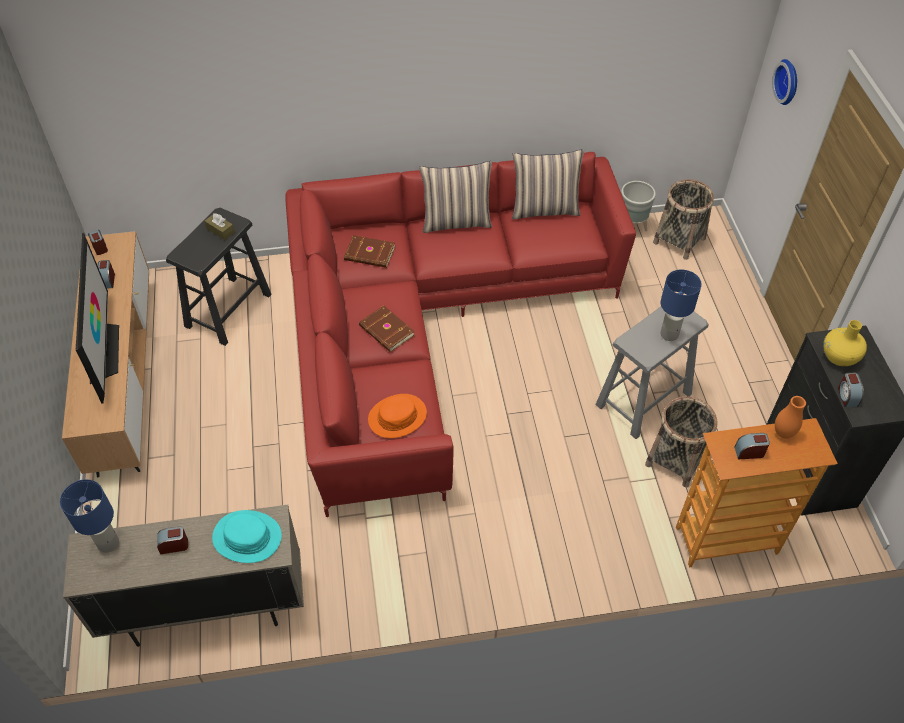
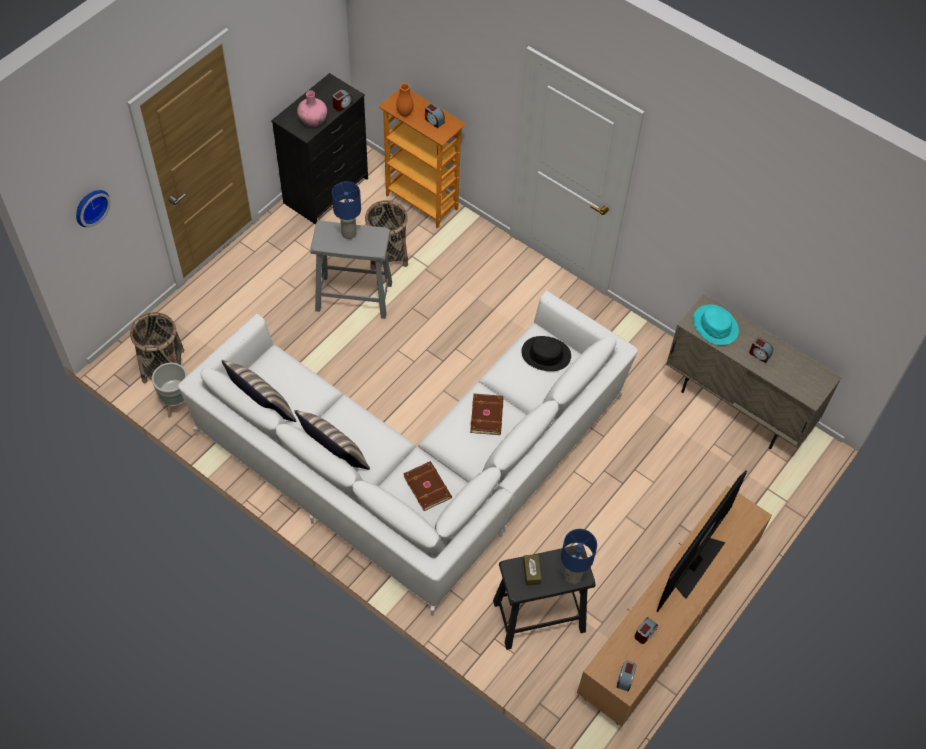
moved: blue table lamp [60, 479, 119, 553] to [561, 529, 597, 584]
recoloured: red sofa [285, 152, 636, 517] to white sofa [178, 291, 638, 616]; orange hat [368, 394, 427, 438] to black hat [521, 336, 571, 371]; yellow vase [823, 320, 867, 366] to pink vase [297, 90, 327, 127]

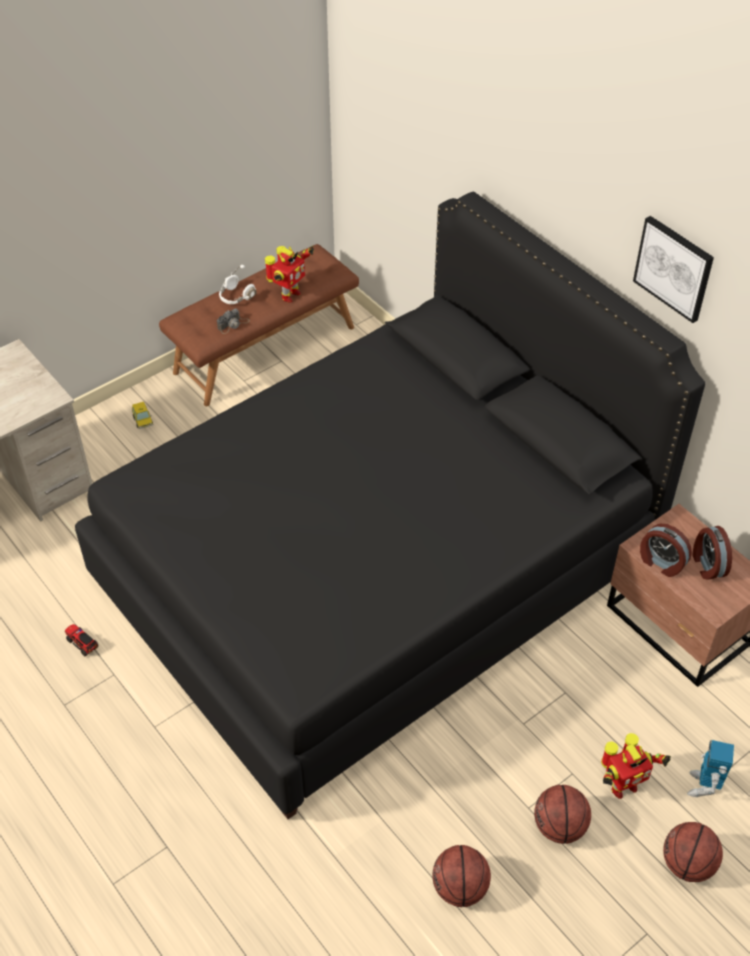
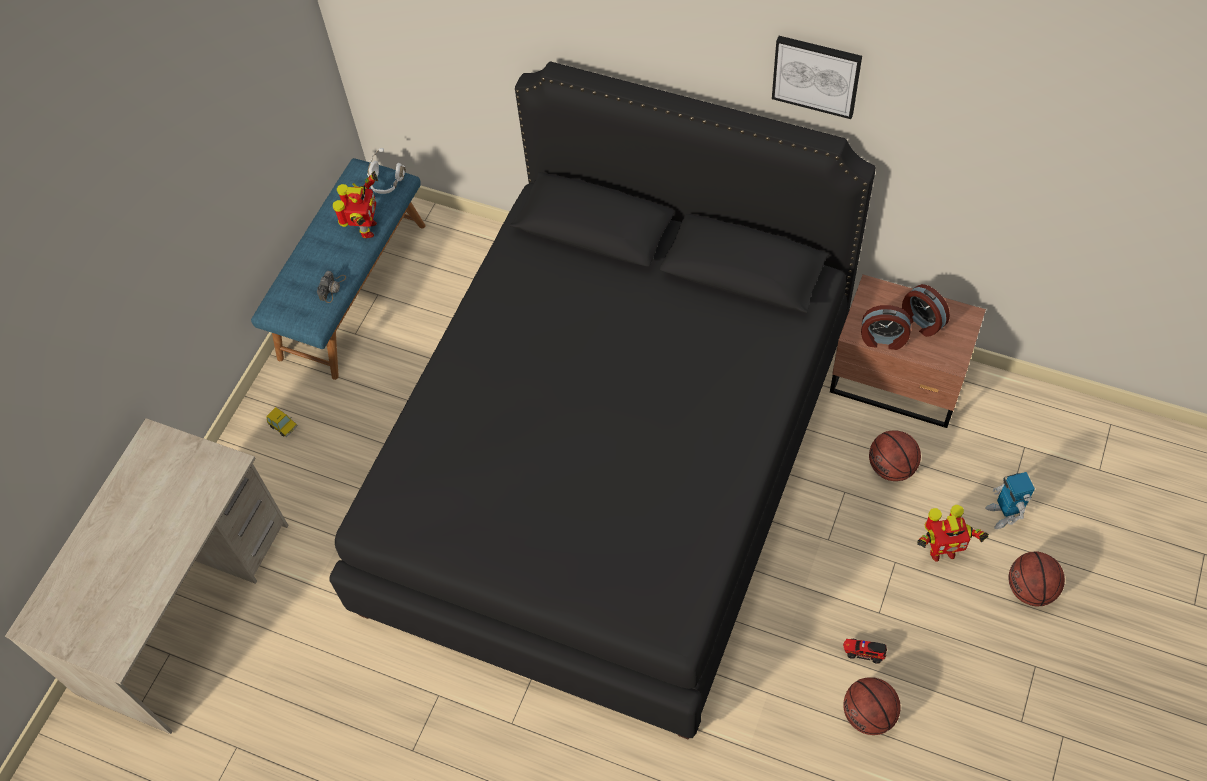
moved: toy truck [65, 624, 99, 657] to [843, 639, 887, 664]; white headphones [219, 265, 256, 304] to [367, 148, 406, 194]; basketball [534, 785, 591, 844] to [869, 431, 921, 481]
recoloured: brown bench [159, 244, 359, 406] to blue bench [251, 158, 425, 380]
turned: toy robot [601, 733, 671, 799] = [917, 505, 989, 562] 45 degrees clockwise

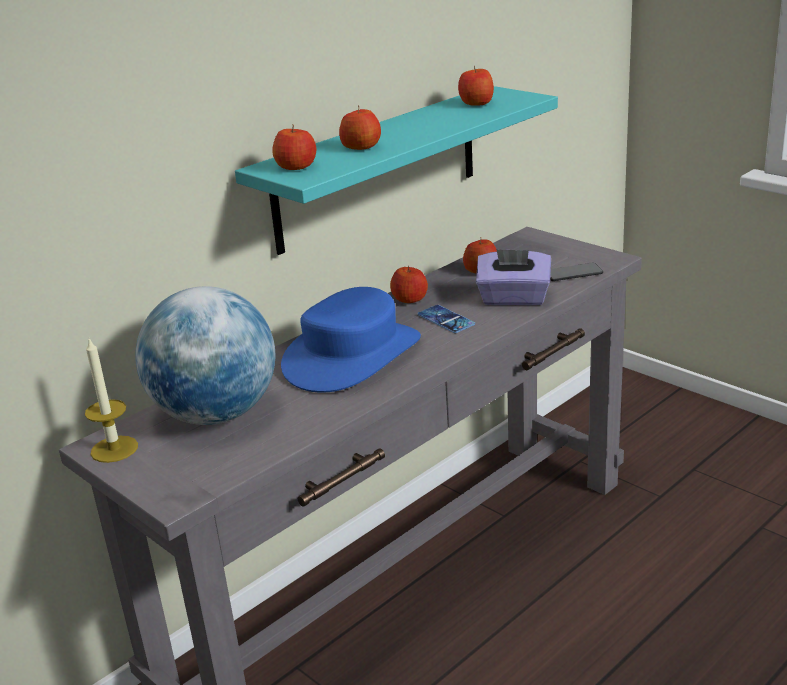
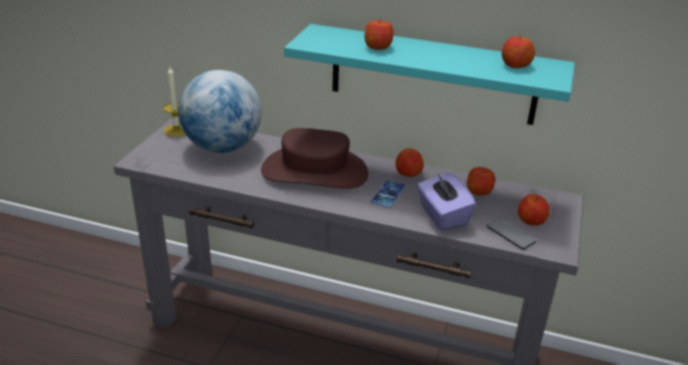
moved: apple [272, 125, 316, 170] to [518, 194, 550, 226]
recoloured: blue hat [281, 287, 421, 393] to brown hat [261, 128, 368, 189]

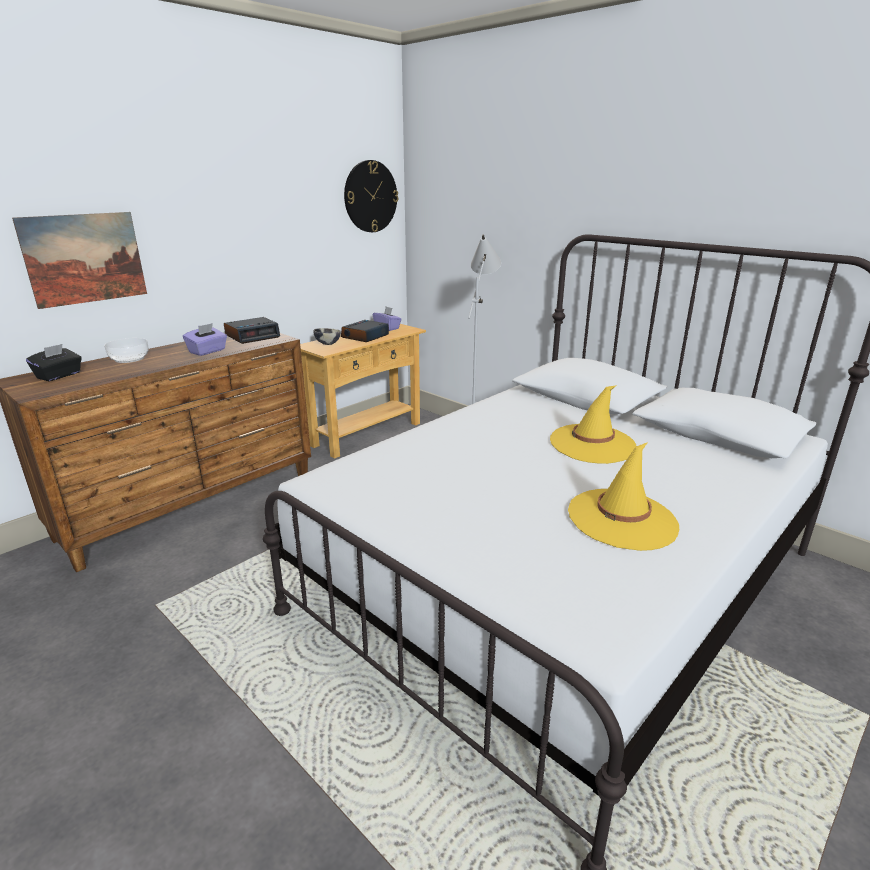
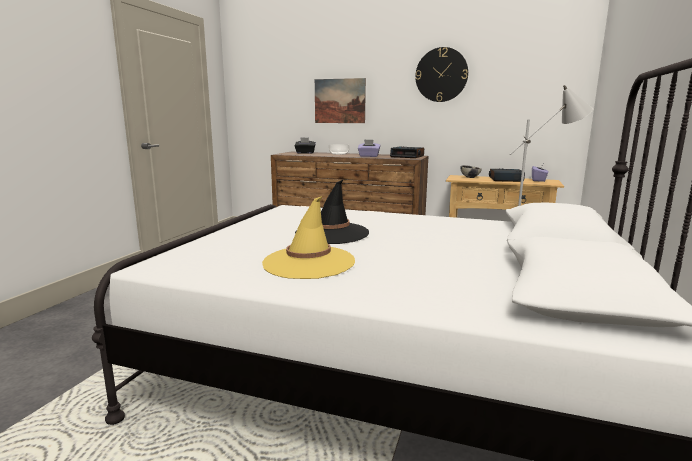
removed: yellow hat [550, 385, 636, 464]
added: black hat [295, 180, 369, 244]
moved: wall clock [344, 160, 399, 232] to [415, 47, 468, 102]

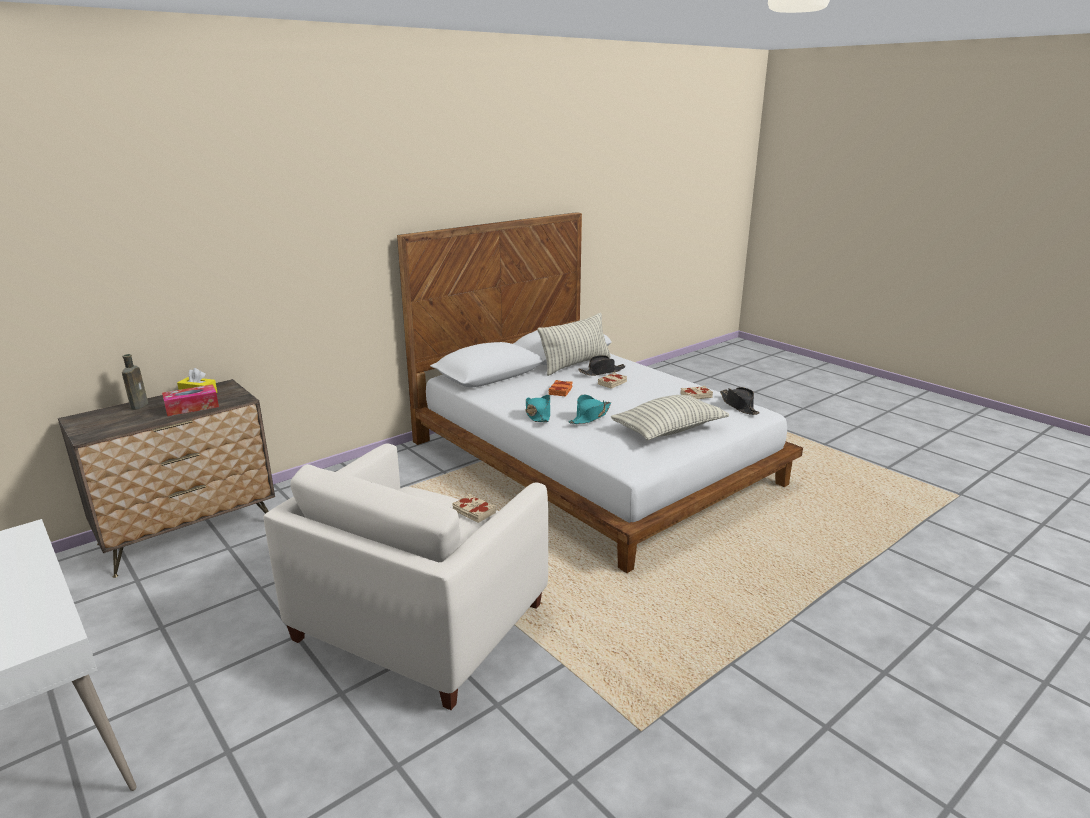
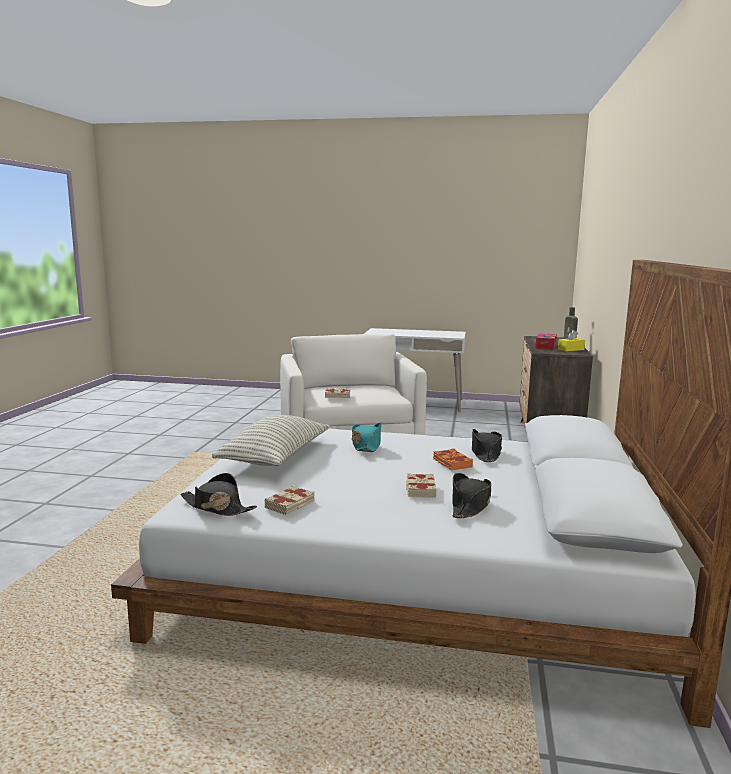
removed: turquoise hat [525, 395, 550, 422]; pillow [538, 313, 611, 376]
added: black hat [472, 429, 502, 462]

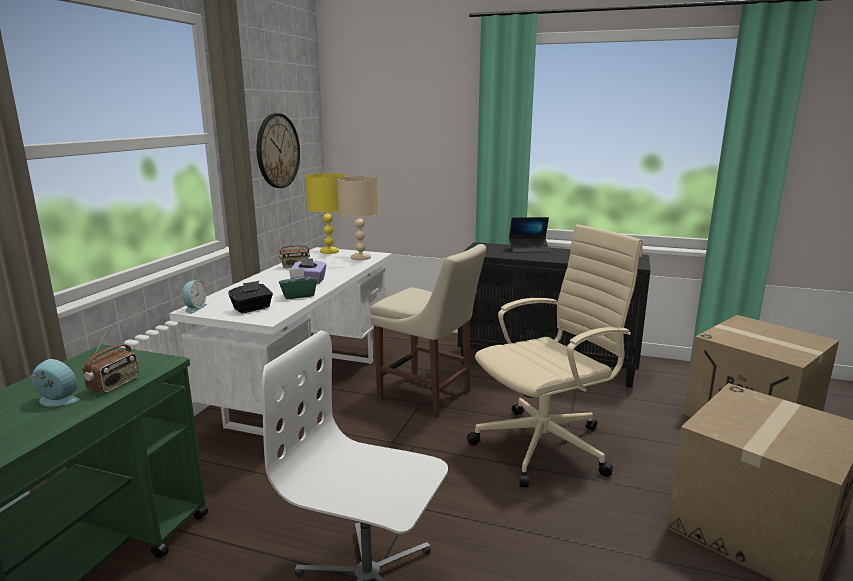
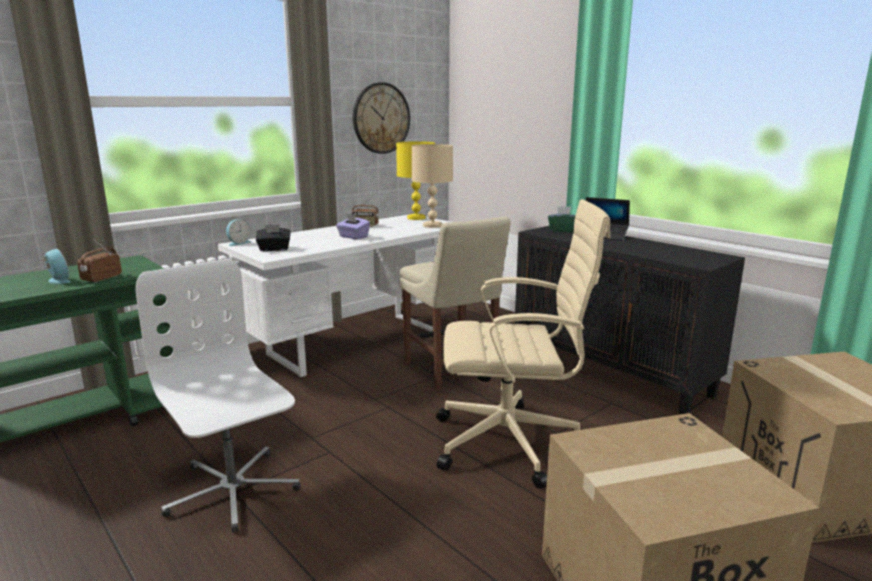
moved: green tissue box [279, 268, 317, 299] to [548, 206, 575, 232]
turned: radio [82, 331, 139, 393] = [77, 240, 122, 283] 150 degrees clockwise

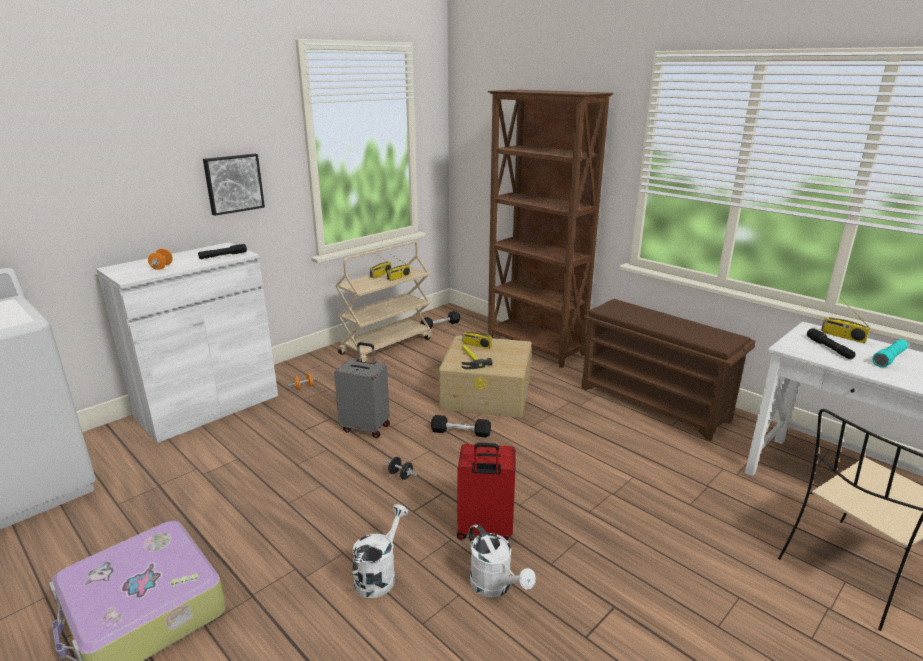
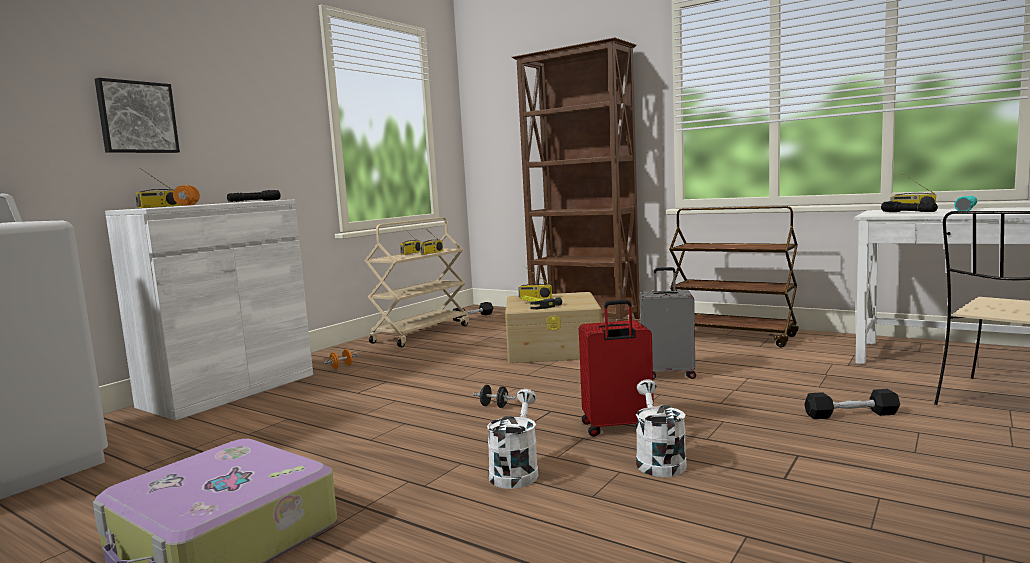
added: radio [135, 168, 180, 208]
moved: picture [203, 154, 265, 216] to [95, 78, 180, 153]; grey suitcase [334, 342, 390, 438] to [640, 267, 696, 379]; black dumbbell [431, 415, 491, 437] to [804, 389, 900, 419]
replaced: brown shoe rack [581, 299, 756, 441] to brown cart [669, 206, 798, 348]
turned: white watering can [469, 524, 536, 597] = [636, 379, 687, 477] 135 degrees counterclockwise

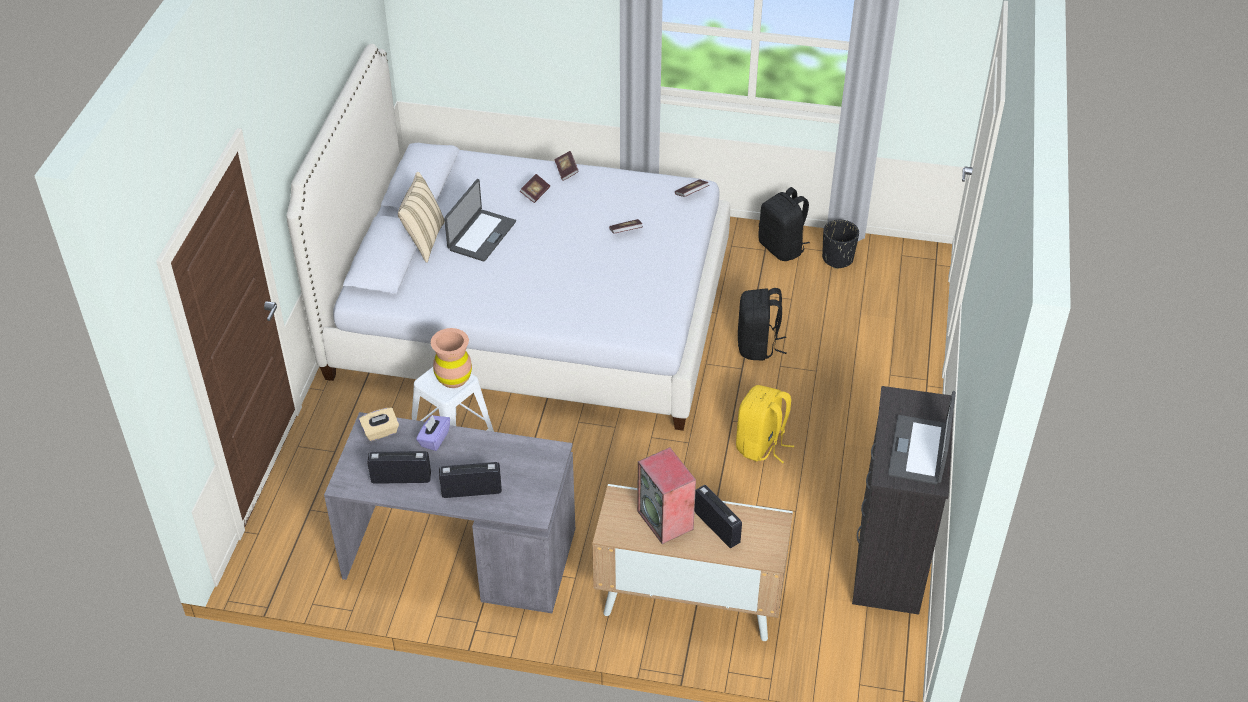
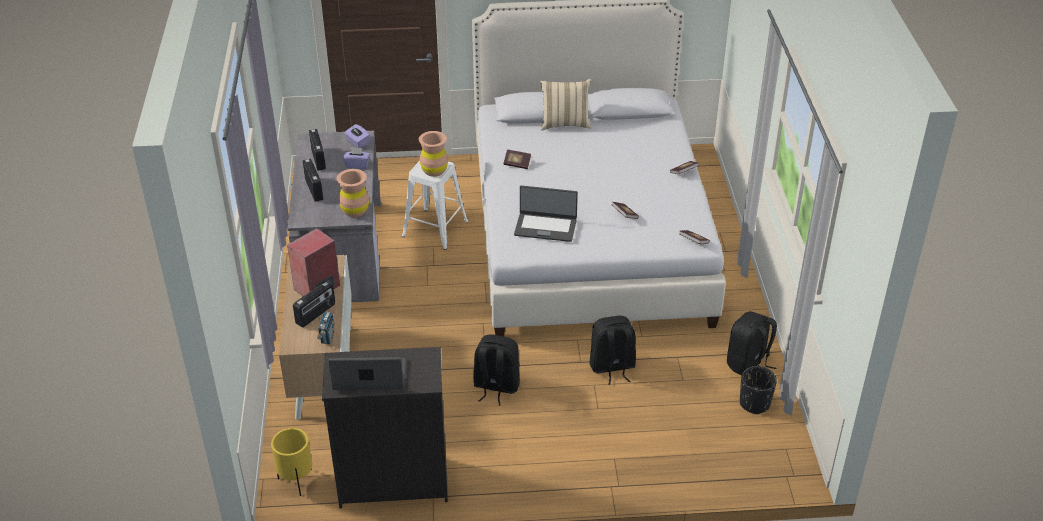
added: yellow planter [271, 428, 312, 496]; radio [317, 312, 335, 344]; brown vase [337, 169, 369, 217]
moved: laptop [444, 179, 516, 262] to [514, 185, 578, 242]; book [520, 174, 550, 203] to [503, 150, 531, 169]
recoloured: beige tissue box [359, 408, 399, 441] to purple tissue box [344, 124, 370, 148]; yellow backpack [736, 385, 794, 463] to black backpack [473, 334, 520, 405]

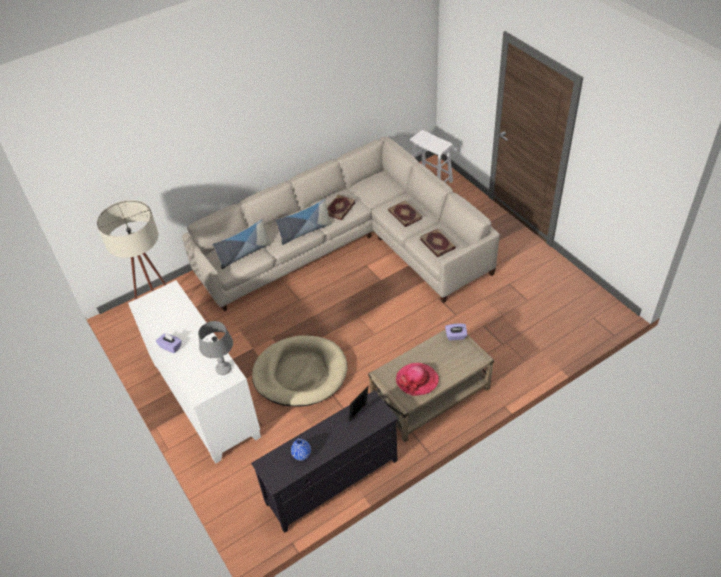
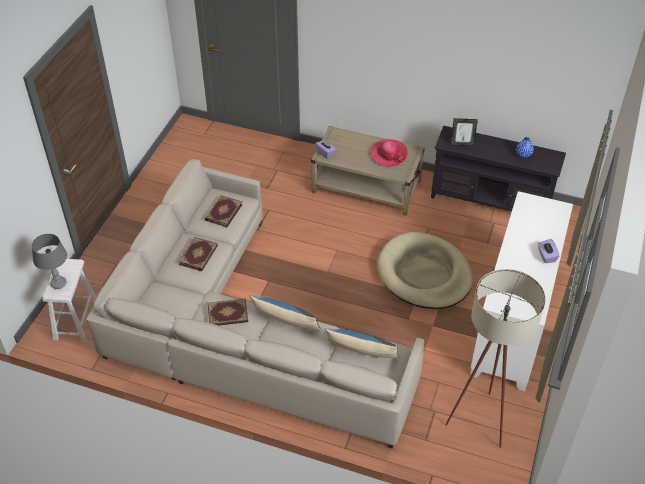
moved: grey table lamp [198, 321, 233, 375] to [32, 234, 67, 289]

